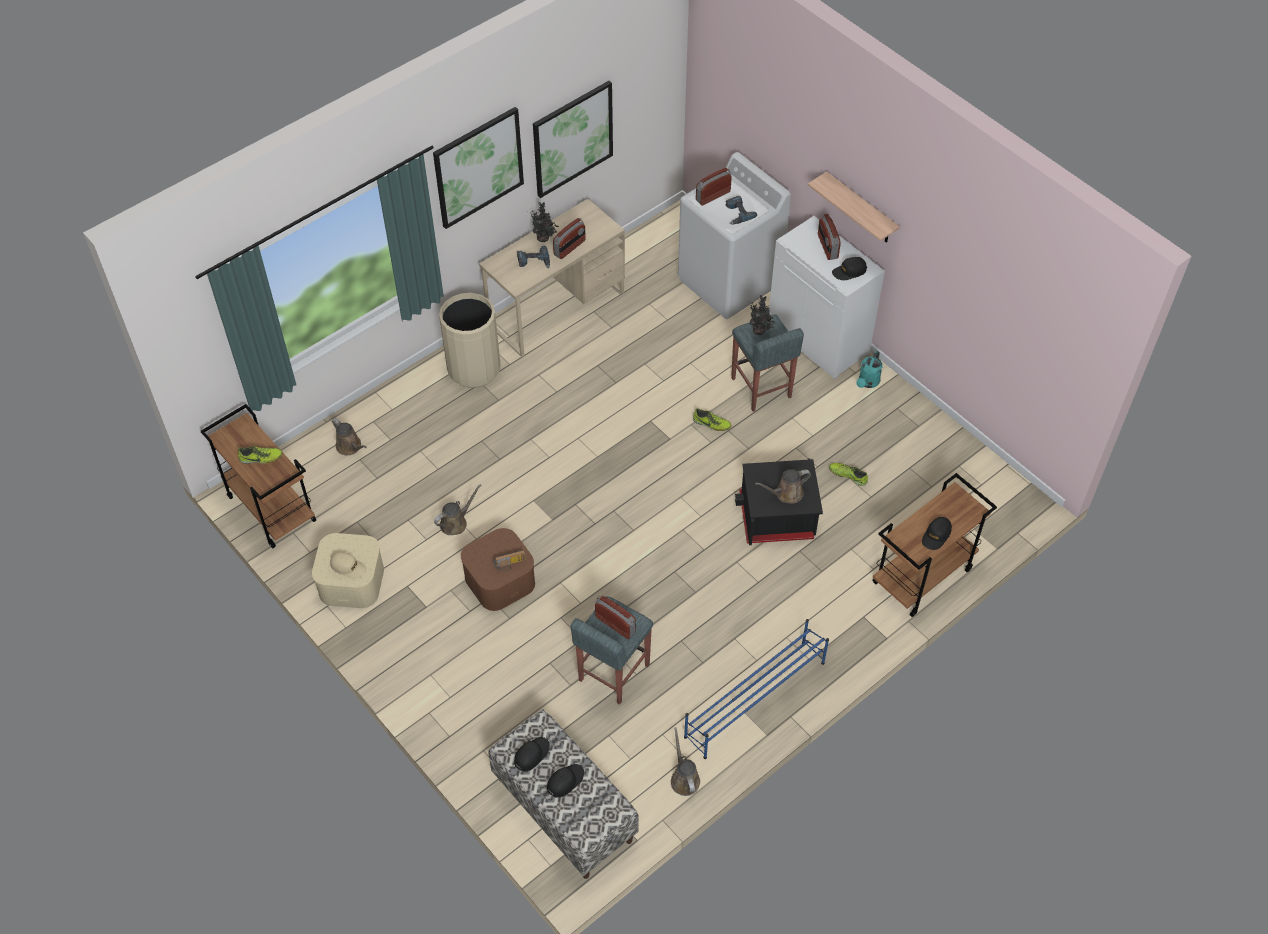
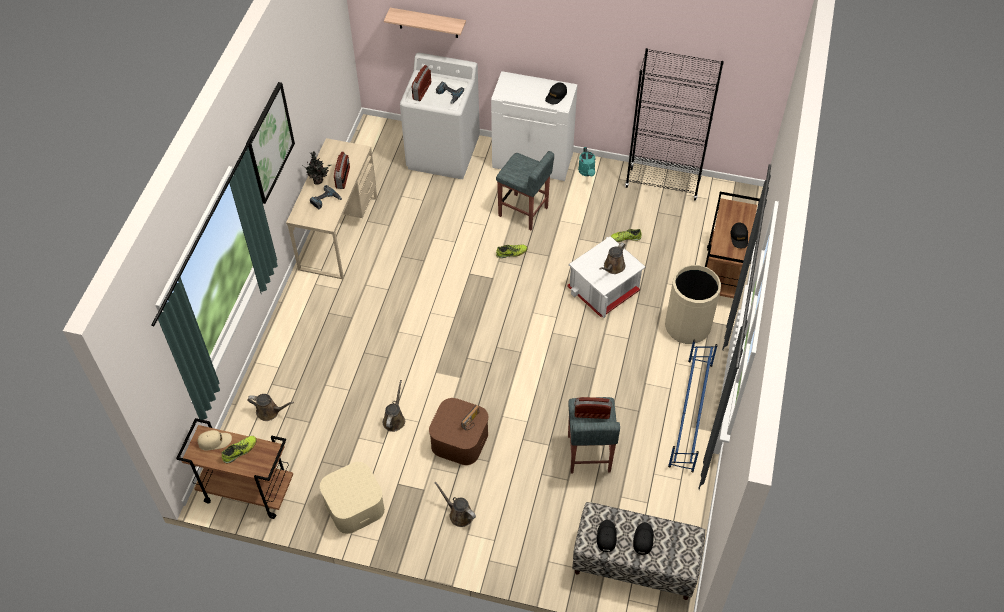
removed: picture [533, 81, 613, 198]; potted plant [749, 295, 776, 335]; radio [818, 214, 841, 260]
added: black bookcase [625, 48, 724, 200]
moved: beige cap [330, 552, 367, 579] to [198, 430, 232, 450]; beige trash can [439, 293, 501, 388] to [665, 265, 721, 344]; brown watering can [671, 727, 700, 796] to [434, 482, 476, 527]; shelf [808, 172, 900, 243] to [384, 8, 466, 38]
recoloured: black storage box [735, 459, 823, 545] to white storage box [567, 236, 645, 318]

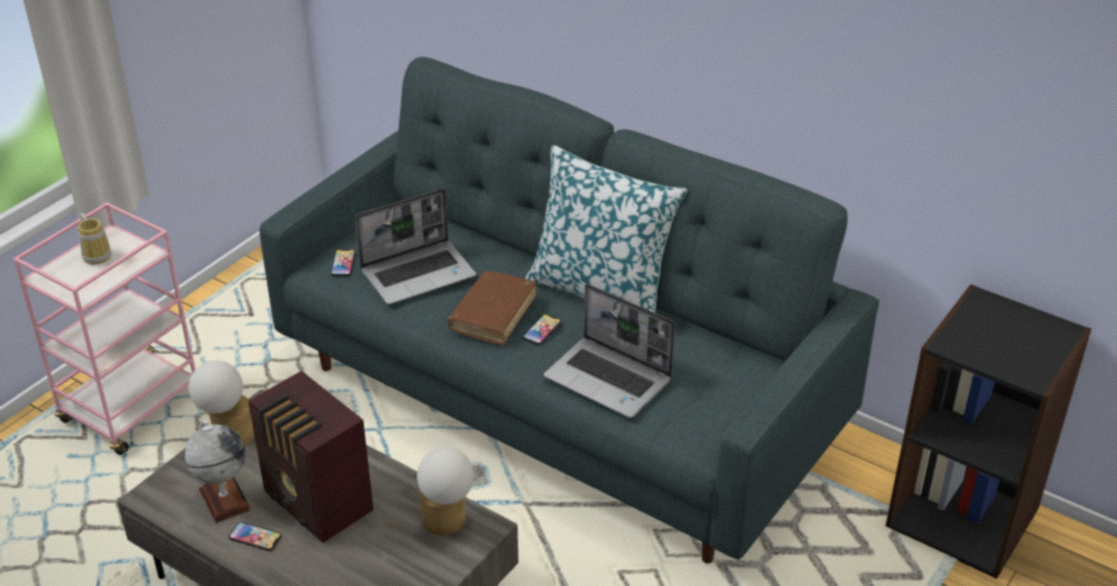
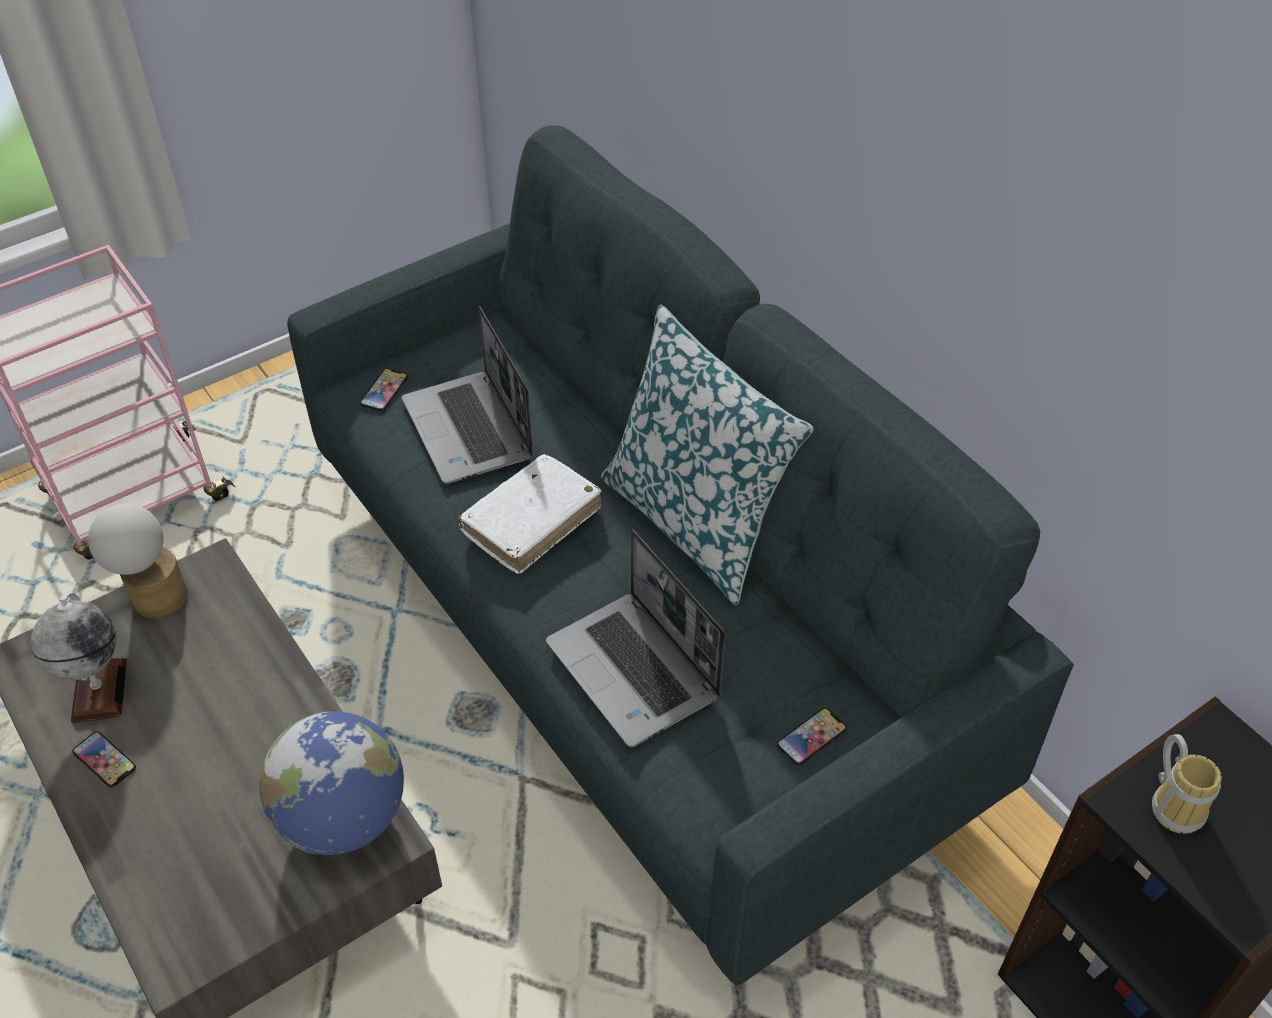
removed: radio [248, 371, 373, 543]
moved: mug [78, 213, 111, 265] to [1152, 734, 1222, 834]; phone [522, 314, 561, 345] to [777, 708, 847, 766]
replaced: table lamp [417, 447, 474, 536] to globe [260, 711, 404, 855]
recoloured: brown book [448, 271, 536, 345] to white book [458, 454, 602, 574]
turned: laptop [355, 188, 476, 305] = [402, 306, 533, 484] 75 degrees clockwise

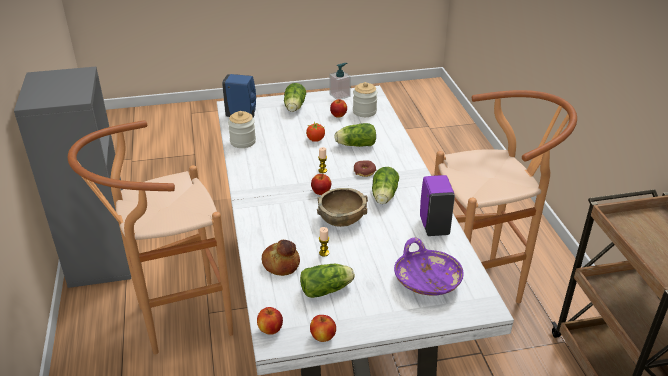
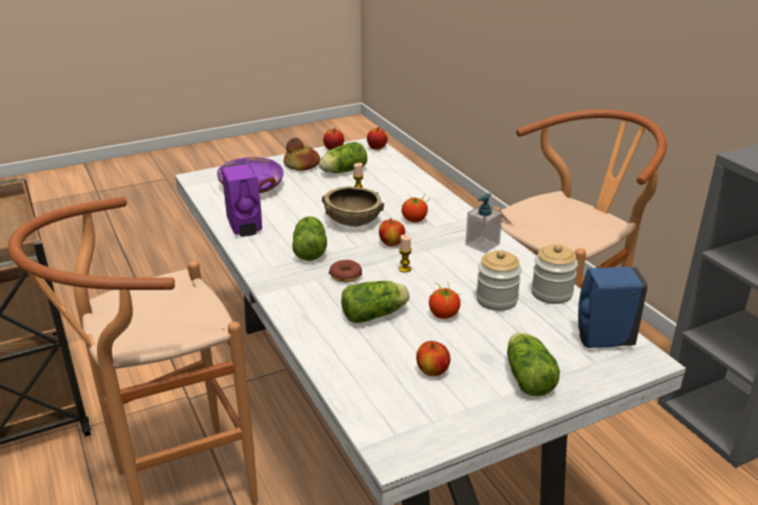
added: tomato [402, 195, 430, 223]
moved: bread [262, 240, 300, 276] to [284, 138, 320, 171]; soap dispenser [330, 63, 351, 100] to [465, 193, 503, 253]; jar [353, 82, 378, 117] to [476, 250, 522, 311]

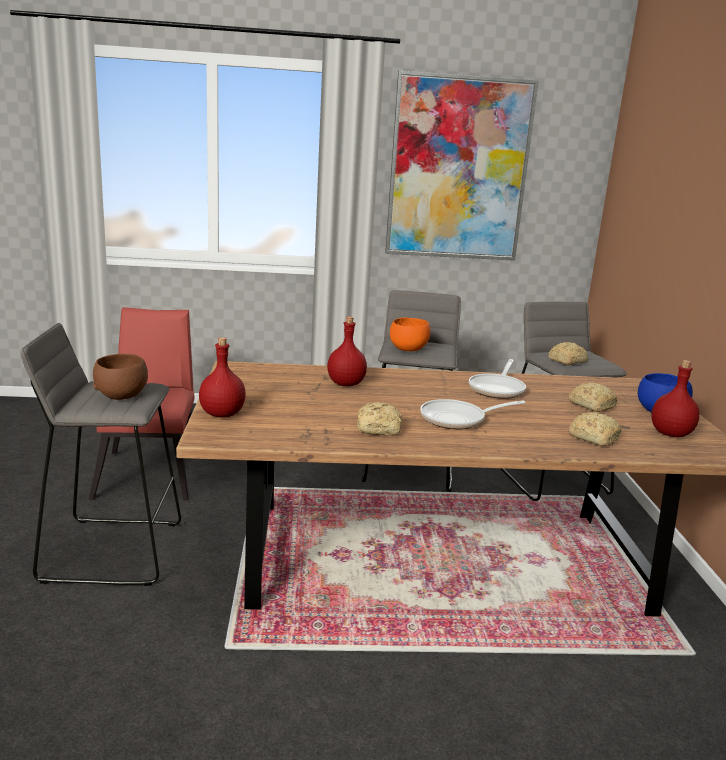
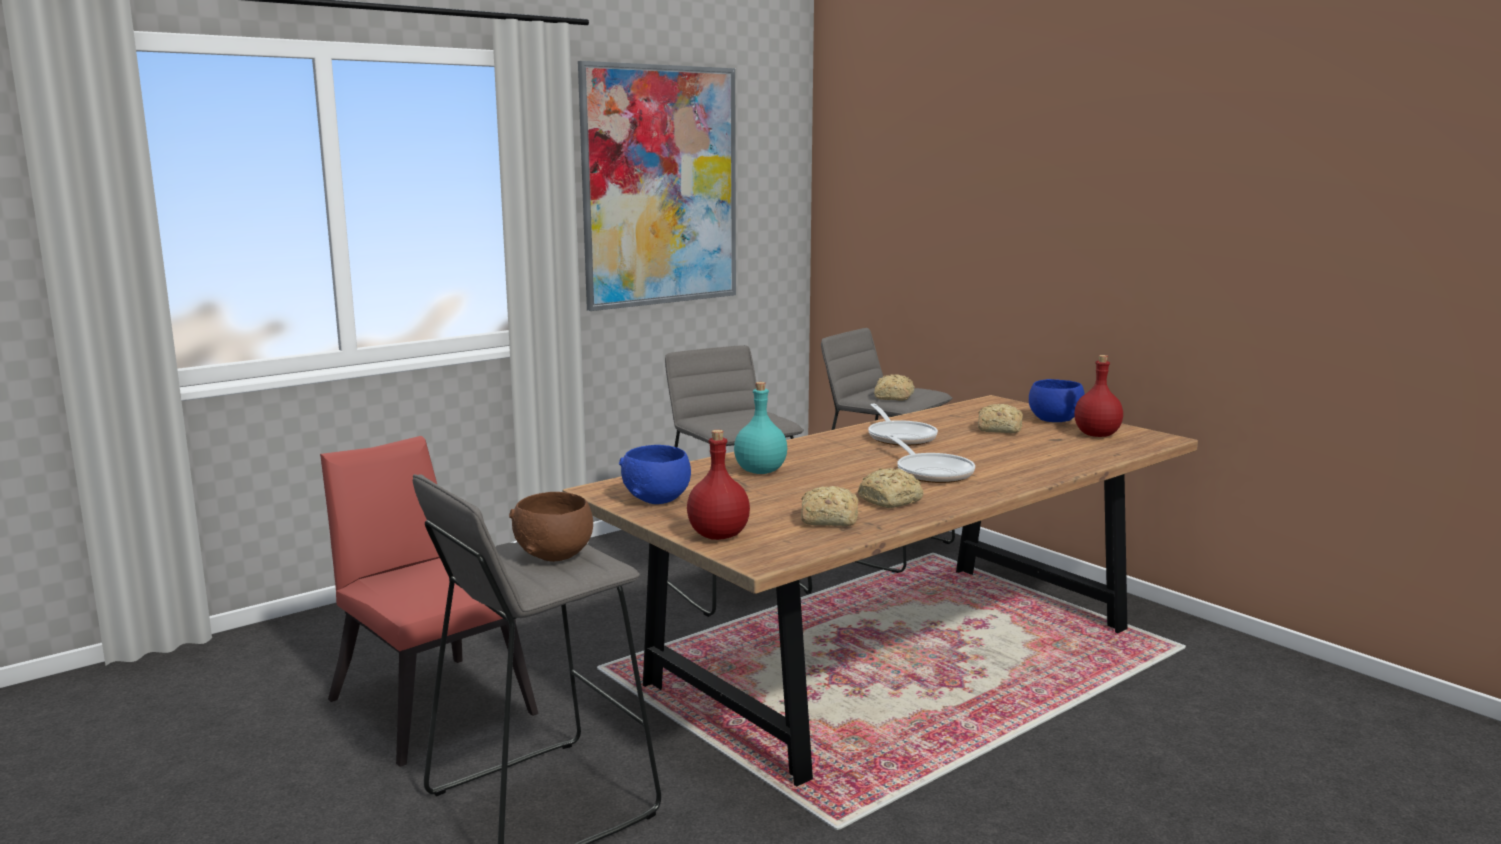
removed: orange bowl [390, 318, 430, 351]
added: blue bowl [619, 445, 691, 504]
moved: bread [568, 412, 621, 446] to [801, 486, 858, 526]
recoloured: red bottle [327, 316, 367, 386] to turquoise bottle [734, 382, 787, 474]
turned: frying pan [420, 399, 526, 429] = [885, 434, 975, 483] 60 degrees counterclockwise

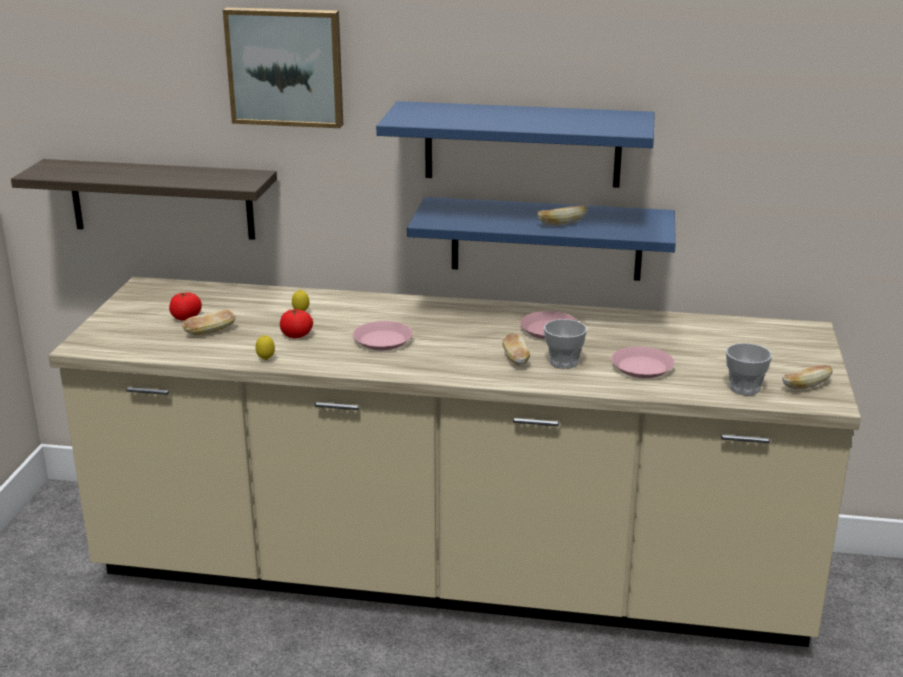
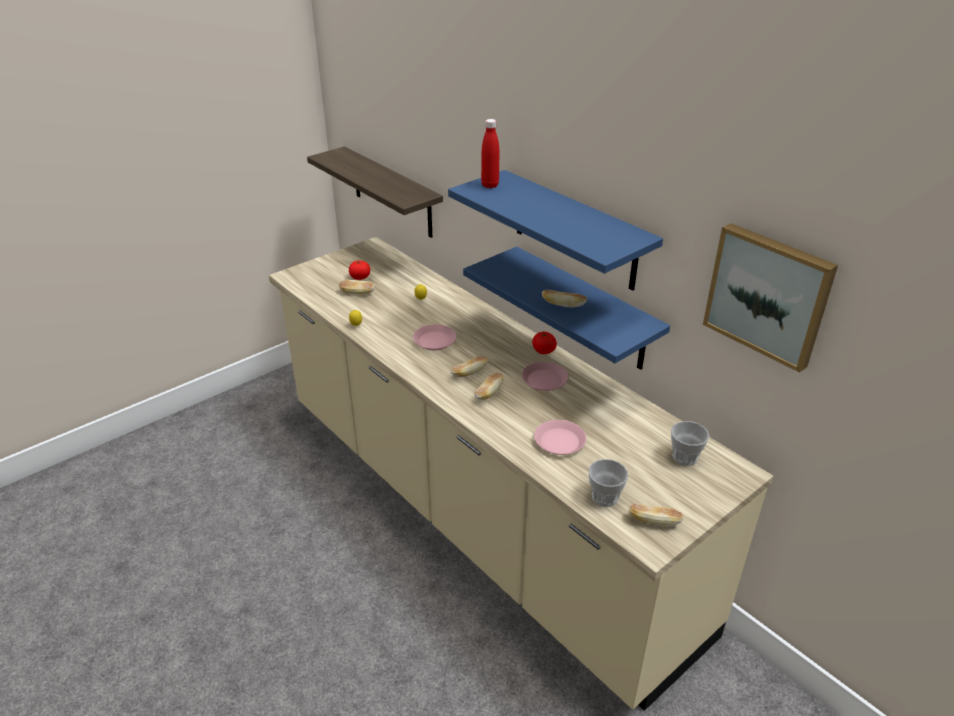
added: bread [451, 356, 488, 377]; red bottle [481, 119, 499, 188]
moved: picture [223, 7, 344, 128] to [703, 223, 838, 373]; tomato [280, 309, 313, 338] to [532, 331, 557, 354]; cup [544, 319, 587, 369] to [671, 421, 709, 466]

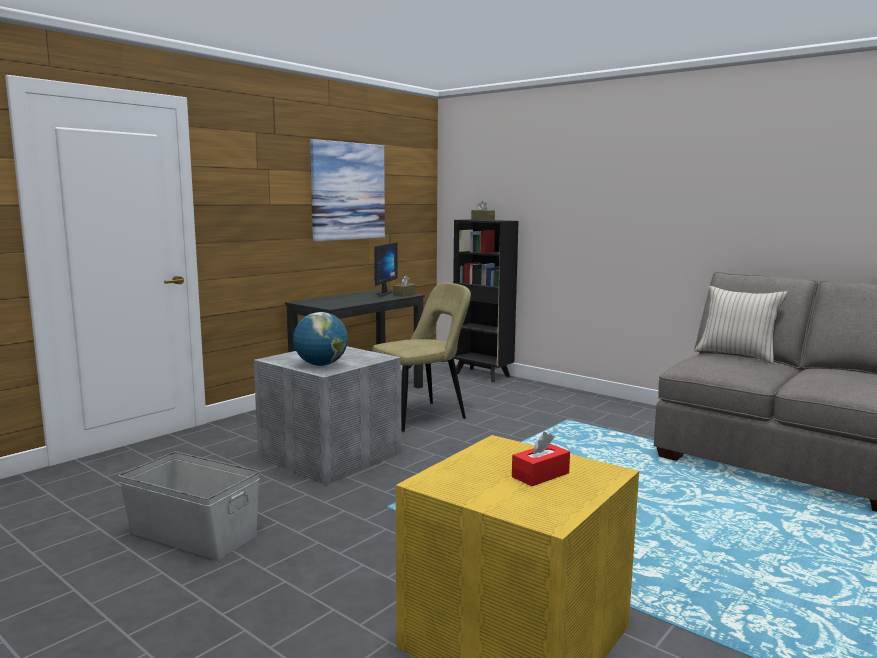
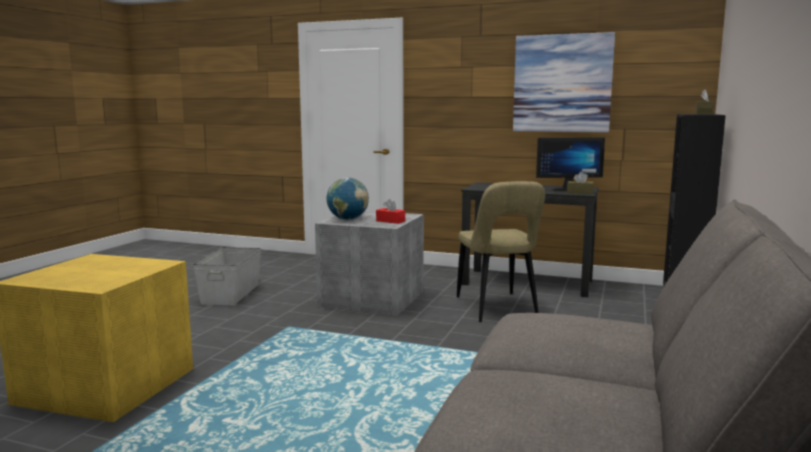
removed: beige pillow [695, 286, 787, 364]
moved: red tissue box [512, 432, 570, 486] to [376, 199, 405, 224]
turned: beige chair [372, 283, 471, 432] = [457, 181, 545, 322] 45 degrees clockwise

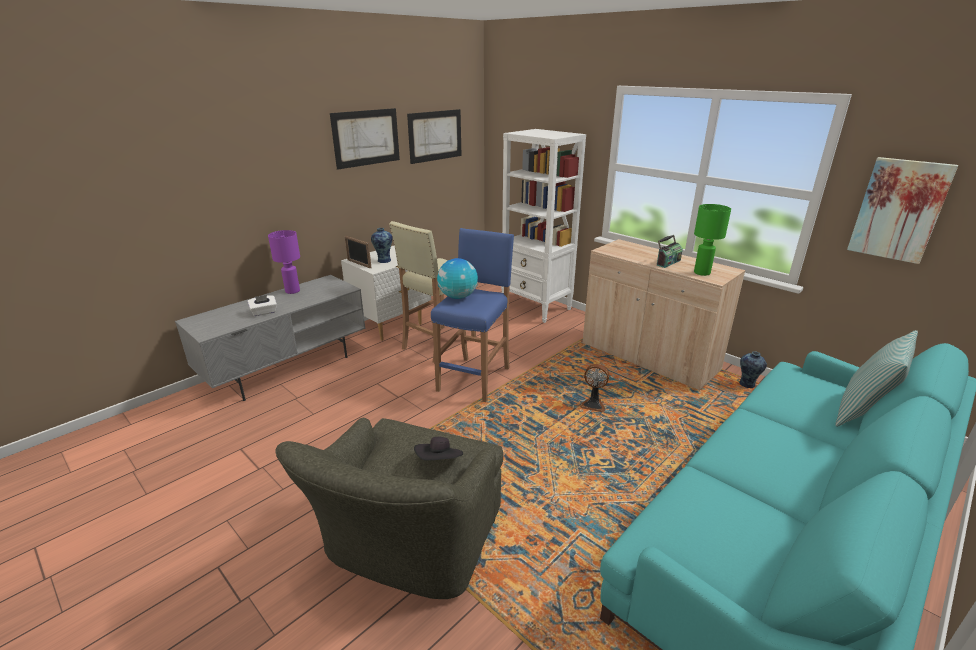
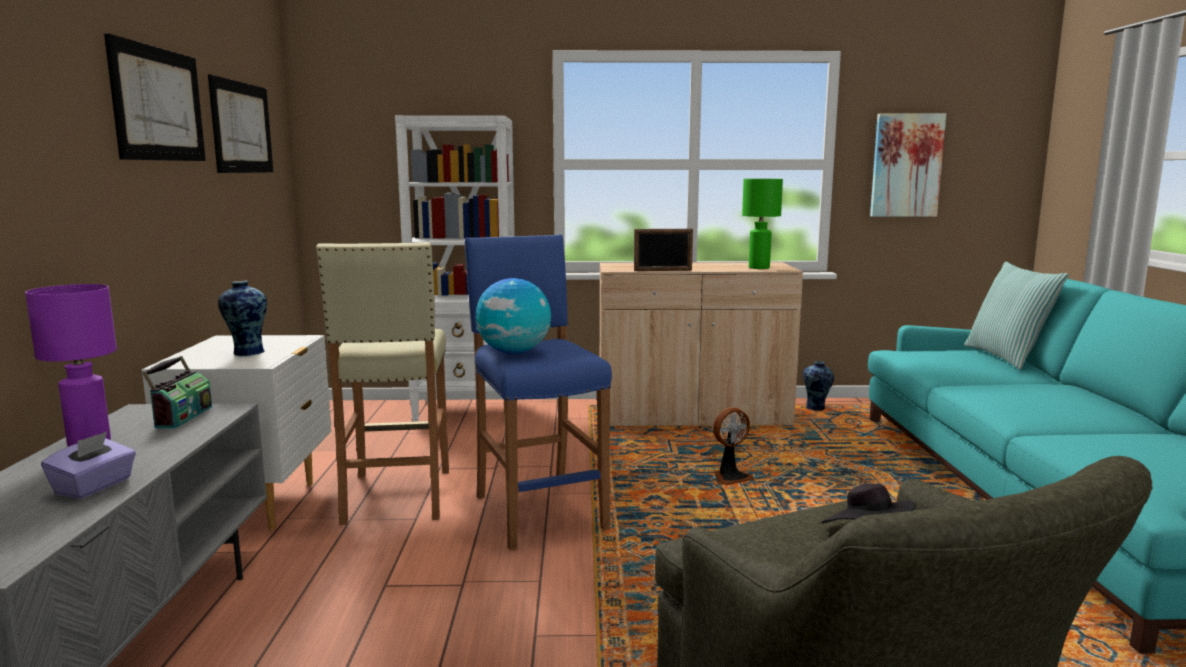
moved: picture frame [345, 236, 371, 268] to [634, 229, 693, 271]; radio [657, 235, 683, 268] to [143, 356, 212, 429]
recoloured: white tissue box [248, 295, 277, 316] to purple tissue box [41, 431, 136, 499]

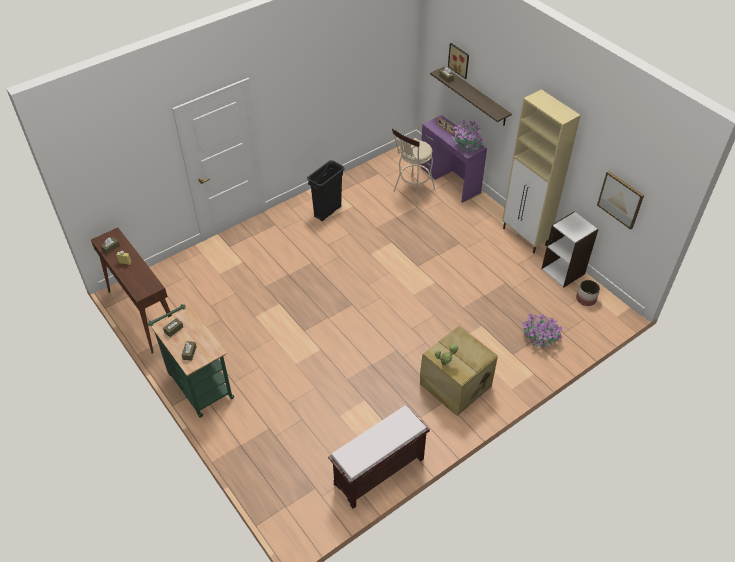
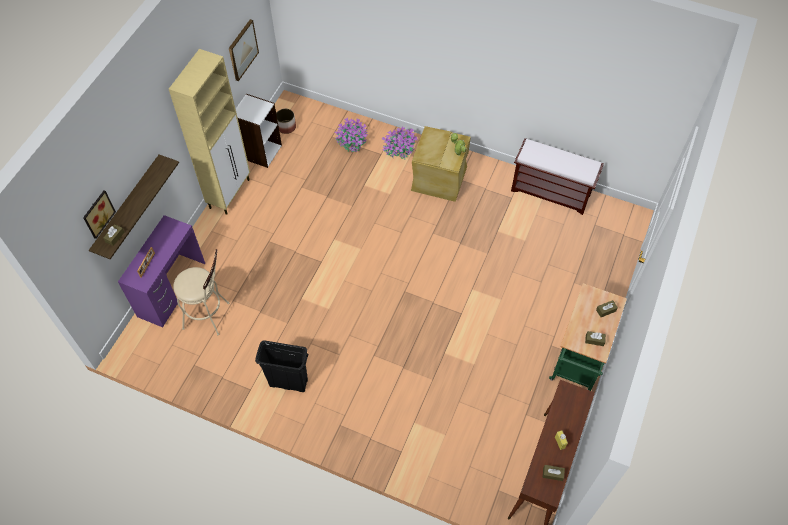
moved: potted plant [452, 119, 485, 153] to [382, 127, 418, 159]

